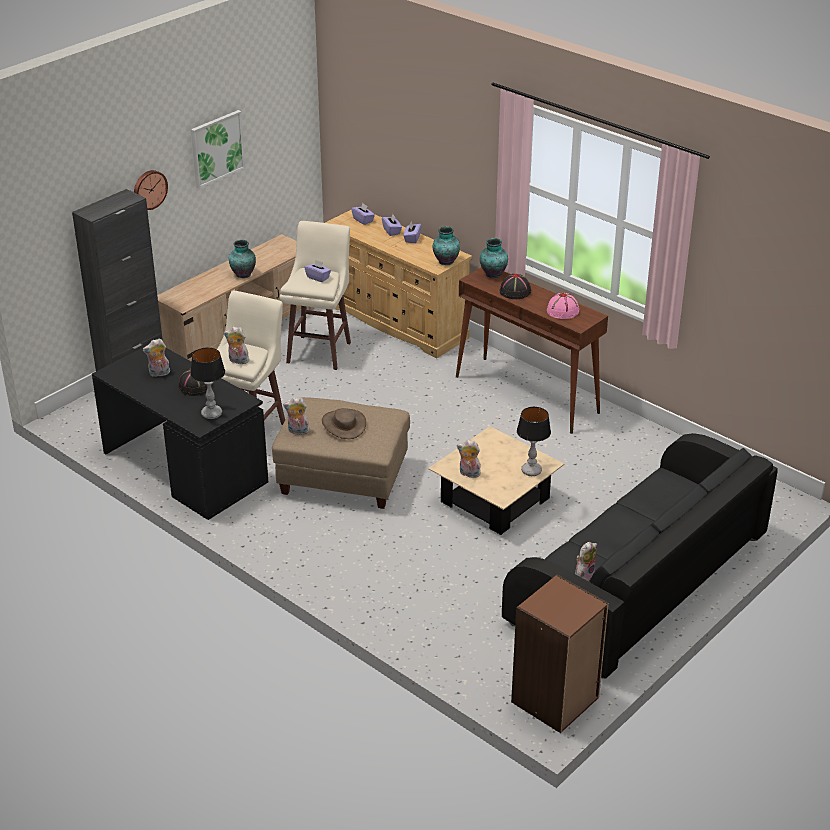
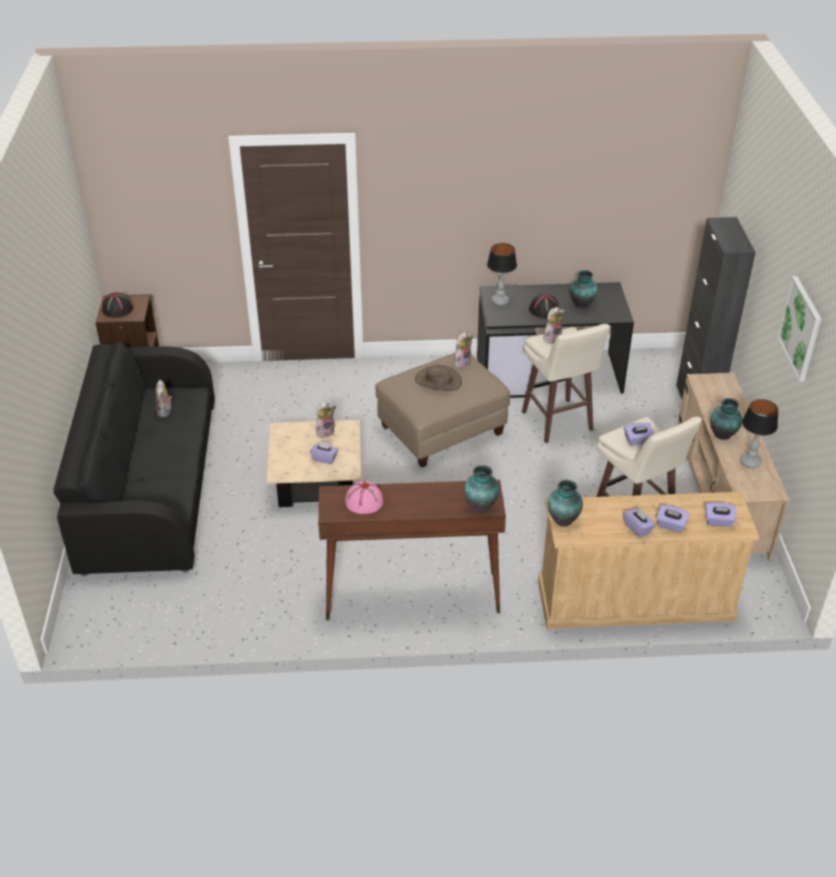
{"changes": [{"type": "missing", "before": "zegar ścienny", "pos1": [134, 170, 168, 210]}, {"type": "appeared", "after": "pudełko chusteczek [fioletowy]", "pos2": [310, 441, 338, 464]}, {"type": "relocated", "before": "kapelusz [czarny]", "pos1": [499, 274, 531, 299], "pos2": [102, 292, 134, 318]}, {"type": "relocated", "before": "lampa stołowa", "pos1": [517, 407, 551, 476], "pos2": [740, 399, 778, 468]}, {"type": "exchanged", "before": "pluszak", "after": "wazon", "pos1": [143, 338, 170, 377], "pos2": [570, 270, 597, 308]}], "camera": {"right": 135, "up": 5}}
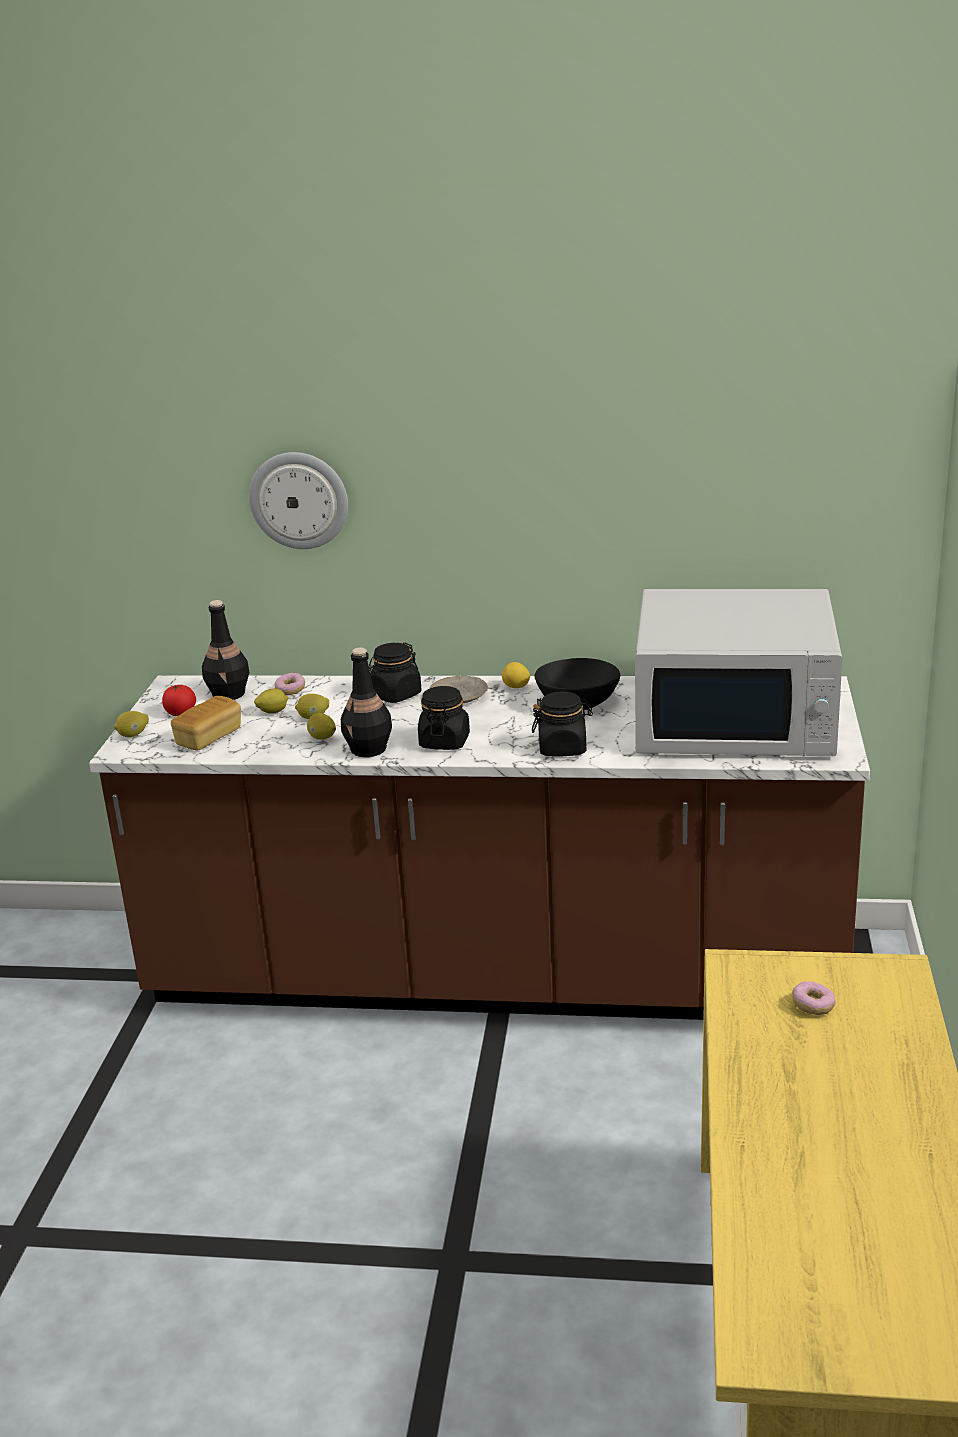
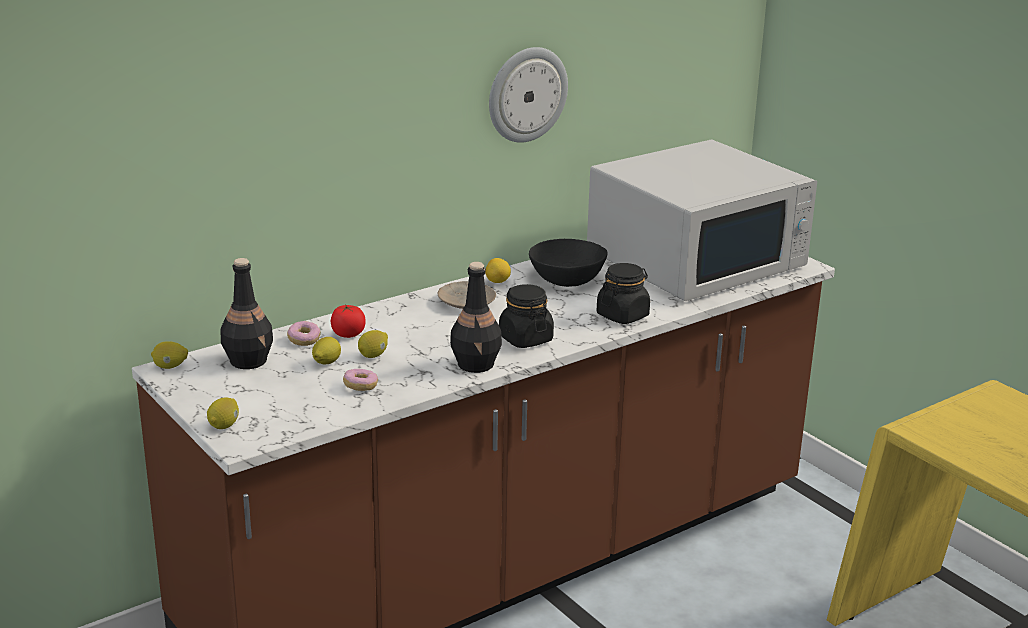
{"changes": [{"type": "missing", "before": "chleb", "pos1": [171, 696, 241, 751]}, {"type": "missing", "before": "słoik [czarny]", "pos1": [369, 643, 421, 703]}, {"type": "relocated", "before": "pomidor", "pos1": [162, 684, 196, 716], "pos2": [331, 305, 366, 338]}, {"type": "relocated", "before": "zegar ścienny", "pos1": [249, 452, 348, 549], "pos2": [489, 47, 568, 143]}, {"type": "relocated", "before": "cytryna", "pos1": [307, 713, 336, 740], "pos2": [151, 341, 188, 369]}, {"type": "relocated", "before": "donut", "pos1": [792, 981, 836, 1015], "pos2": [343, 369, 378, 391]}], "camera": {"right": -45, "up": 0}}
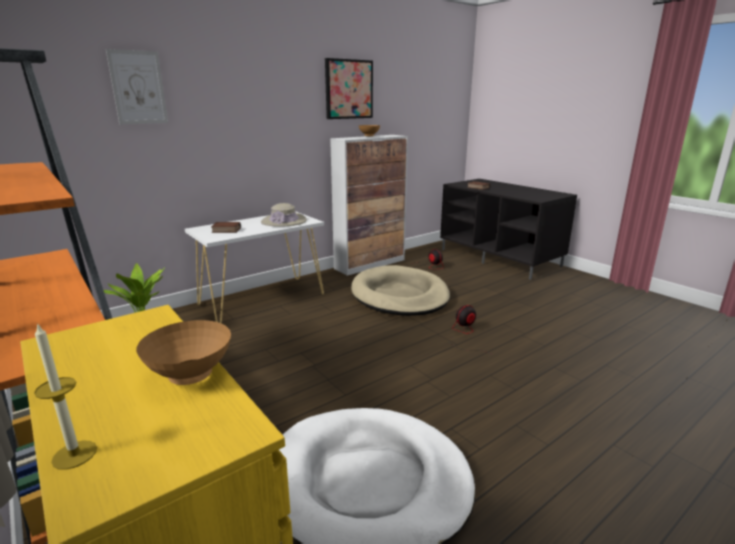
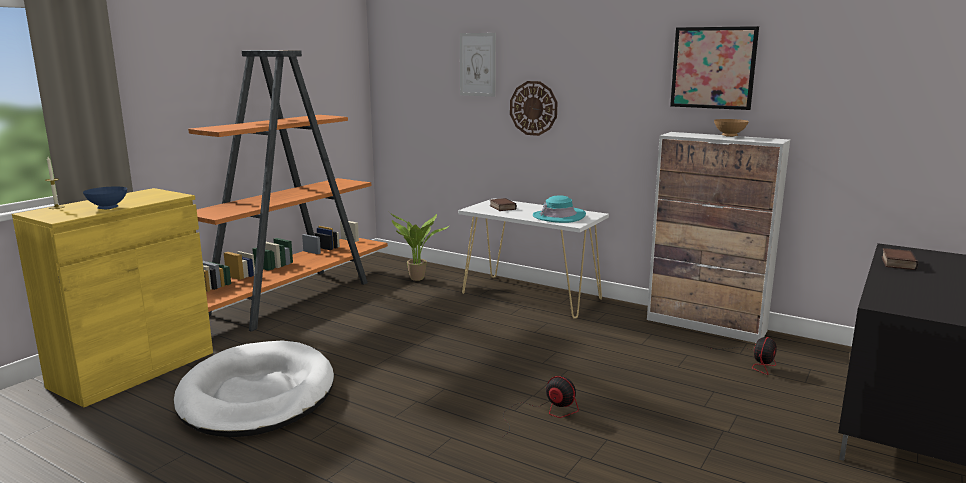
{"changes": [{"type": "missing", "before": "legowisko [beżowy]", "pos1": [351, 265, 450, 316]}, {"type": "appeared", "after": "zegar ścienny", "pos2": [510, 81, 557, 136]}, {"type": "colour", "before": "miska [brązowy]", "after": "miska [niebieski]", "pos1": [136, 320, 231, 385], "pos2": [83, 187, 127, 209]}, {"type": "colour", "before": "kapelusz [beżowy]", "after": "kapelusz [turkusowy]", "pos1": [261, 203, 307, 227], "pos2": [533, 195, 586, 223]}], "camera": {"right": 70, "up": -5}}
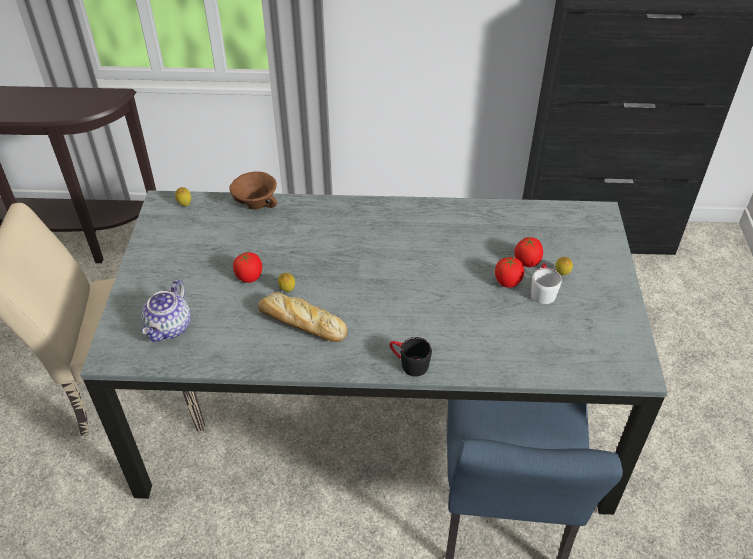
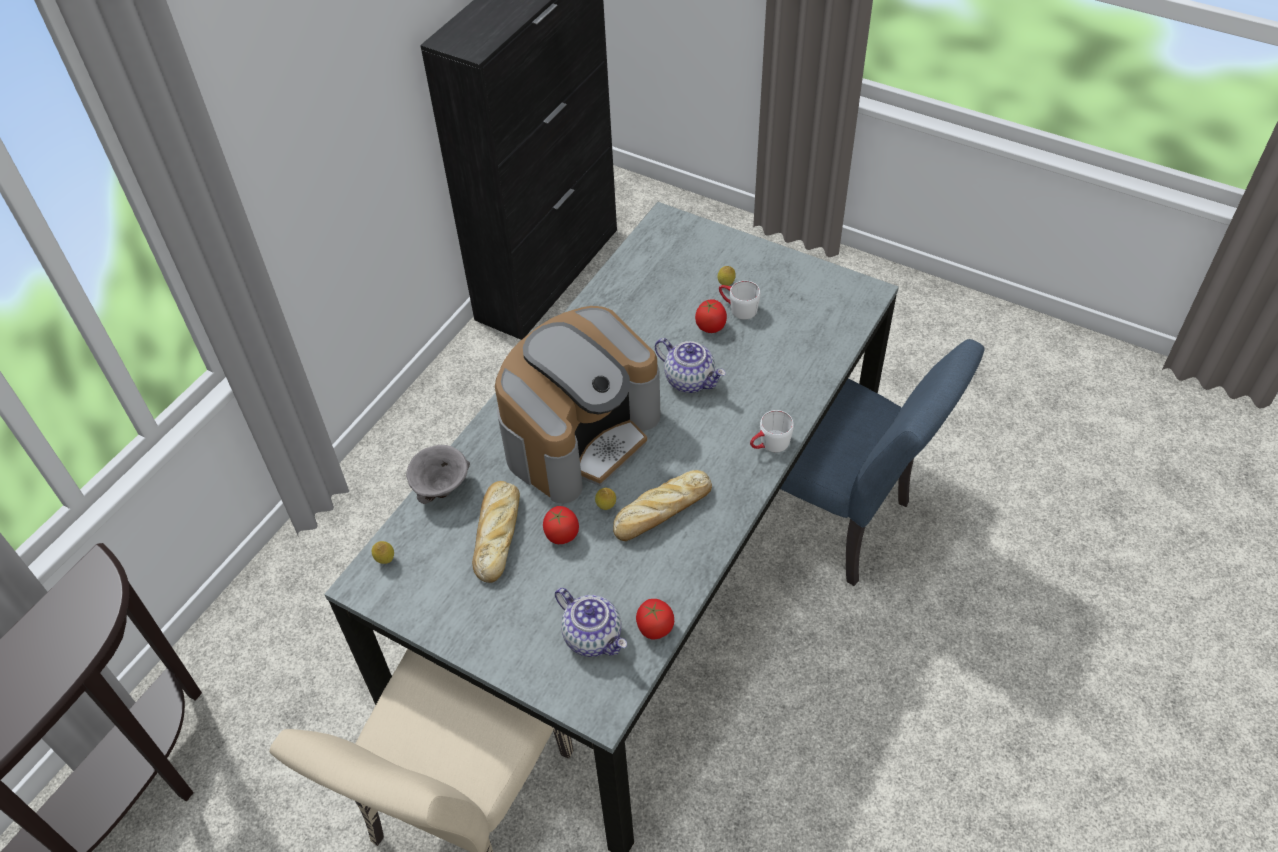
{"changes": [{"type": "appeared", "after": "chleb", "pos2": [472, 481, 520, 583]}, {"type": "appeared", "after": "ekspres do kawy", "pos2": [495, 306, 661, 504]}, {"type": "appeared", "after": "imbryk", "pos2": [655, 338, 726, 393]}, {"type": "relocated", "before": "pomidor", "pos1": [514, 237, 543, 267], "pos2": [636, 599, 674, 639]}, {"type": "colour", "before": "miska [brązowy]", "after": "miska [szary]", "pos1": [229, 171, 277, 209], "pos2": [406, 445, 470, 504]}, {"type": "colour", "before": "kubek [czarny]", "after": "kubek [biały]", "pos1": [389, 337, 432, 377], "pos2": [750, 410, 794, 452]}], "camera": {"right": -60, "up": 5}}
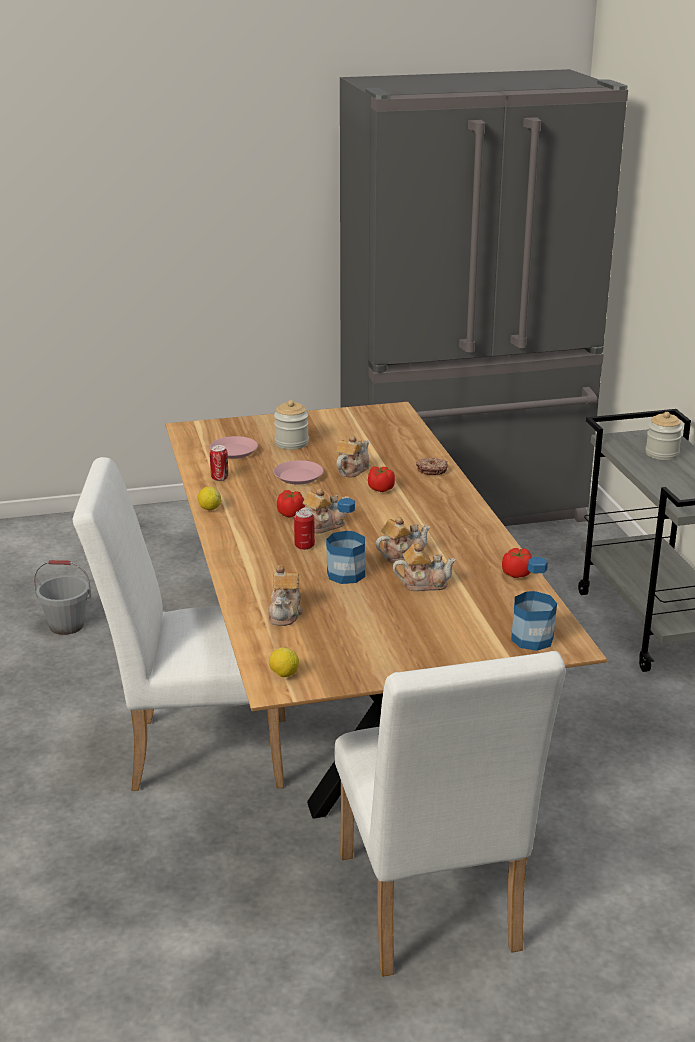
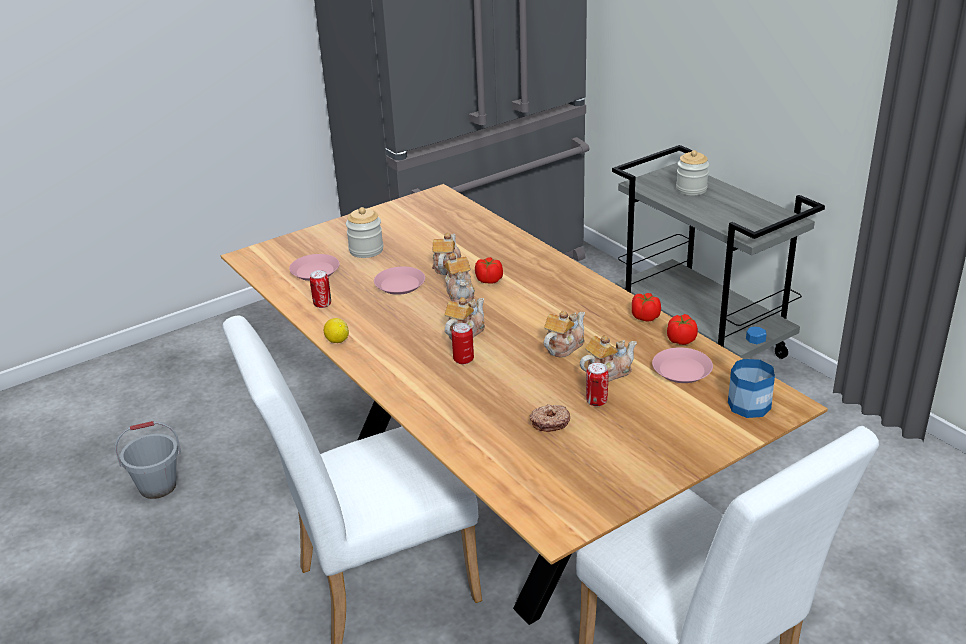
{"changes": [{"type": "missing", "before": "cytryna", "pos1": [269, 648, 299, 677]}, {"type": "missing", "before": "butelka", "pos1": [326, 498, 365, 584]}, {"type": "appeared", "after": "puszka", "pos2": [586, 363, 608, 406]}, {"type": "appeared", "after": "talerz [różowy]", "pos2": [652, 347, 713, 383]}, {"type": "relocated", "before": "imbryk", "pos1": [268, 564, 303, 626], "pos2": [445, 253, 475, 303]}, {"type": "relocated", "before": "pomidor", "pos1": [277, 490, 305, 517], "pos2": [632, 293, 661, 322]}, {"type": "relocated", "before": "donut", "pos1": [416, 457, 448, 475], "pos2": [530, 404, 570, 432]}], "camera": {"right": -20, "up": 5}}
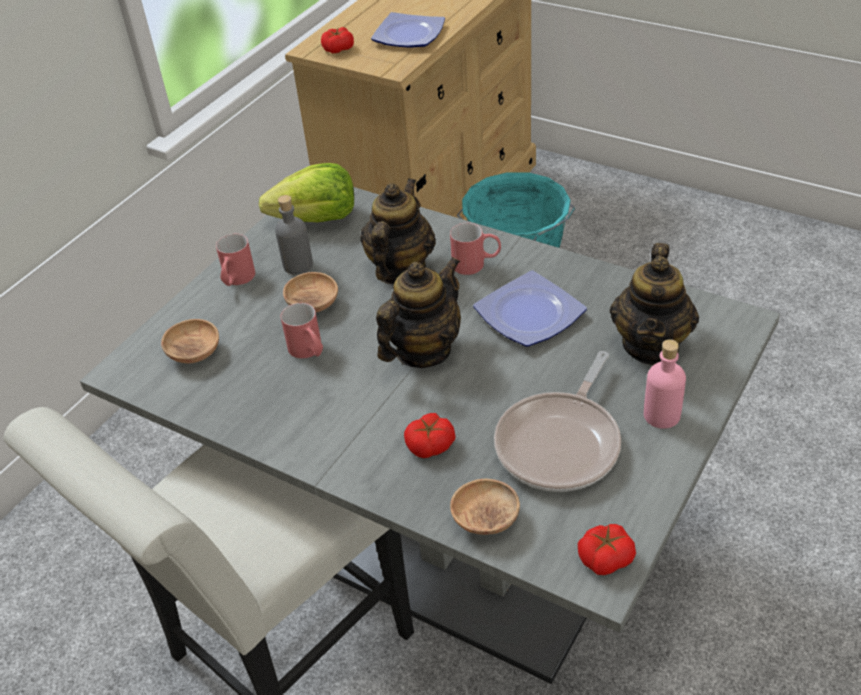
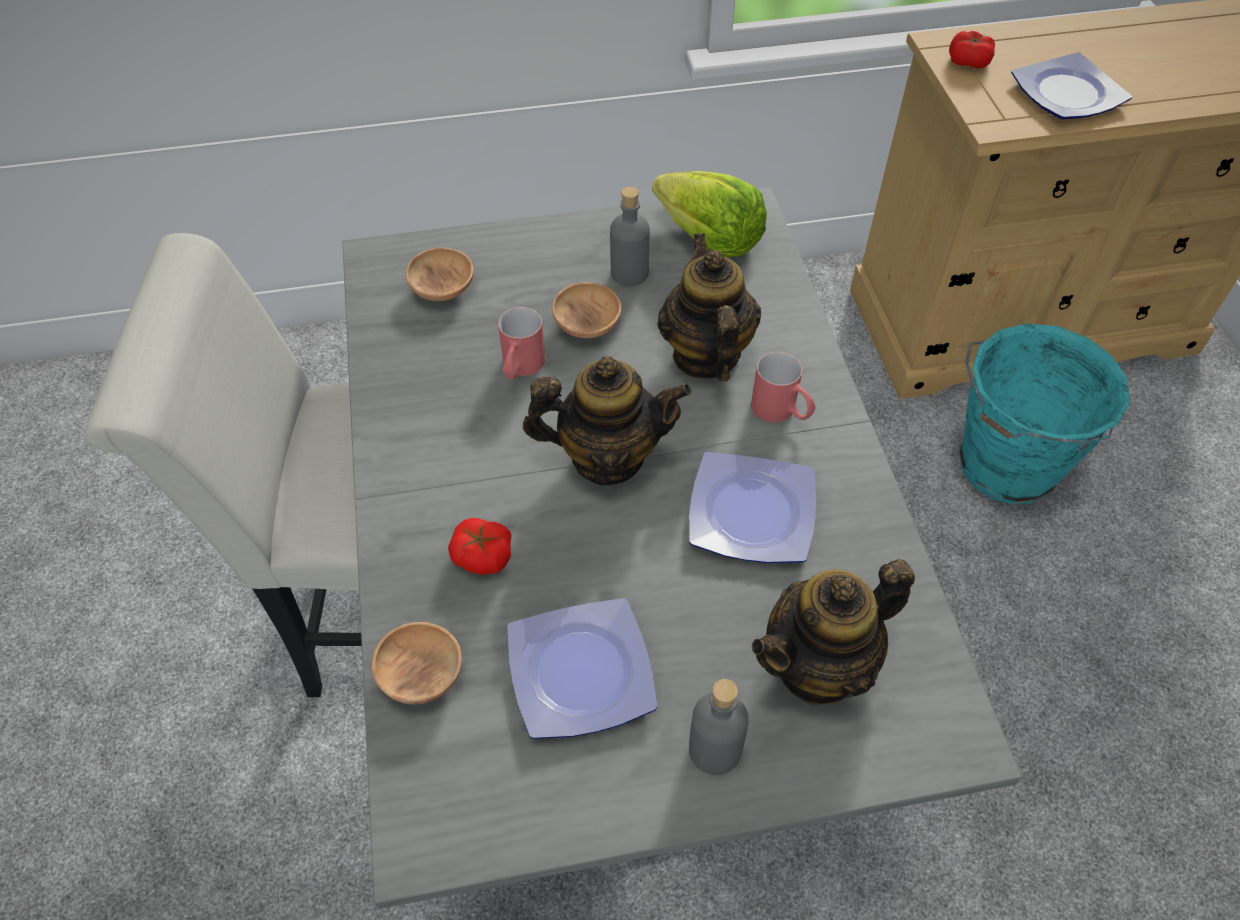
{"changes": [{"type": "missing", "before": "kubek [czerwony]", "pos1": [216, 234, 255, 286]}, {"type": "missing", "before": "pomidor", "pos1": [578, 524, 636, 575]}, {"type": "exchanged", "before": "patelnia", "after": "talerz", "pos1": [494, 351, 621, 492], "pos2": [507, 598, 657, 739]}, {"type": "colour", "before": "butelka [różowy]", "after": "butelka [szary]", "pos1": [644, 339, 686, 429], "pos2": [689, 679, 749, 775]}, {"type": "spun", "before": "imbryk", "pos1": [360, 178, 436, 284], "pos2": [657, 233, 761, 382], "turn": -75}], "camera": {"right": 45, "up": 10}}
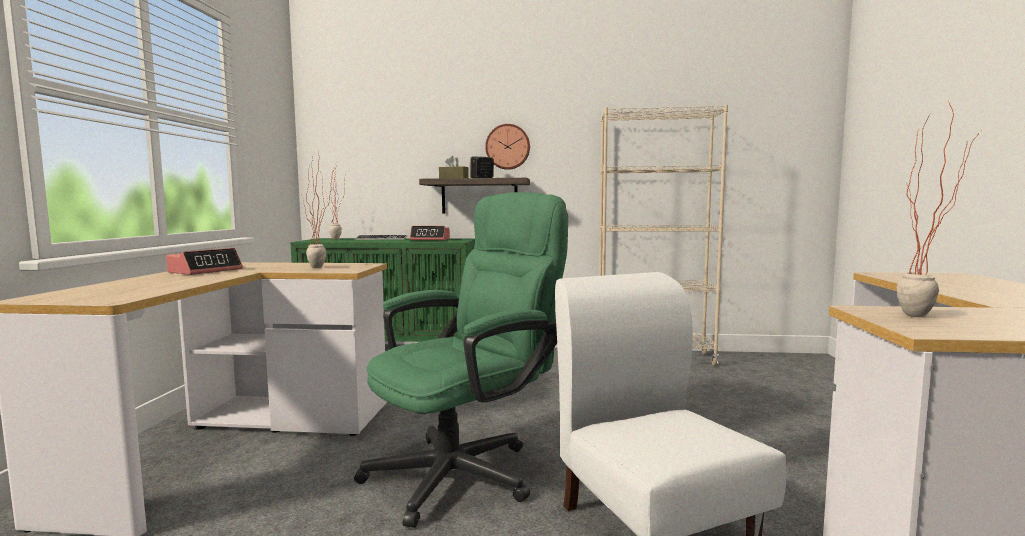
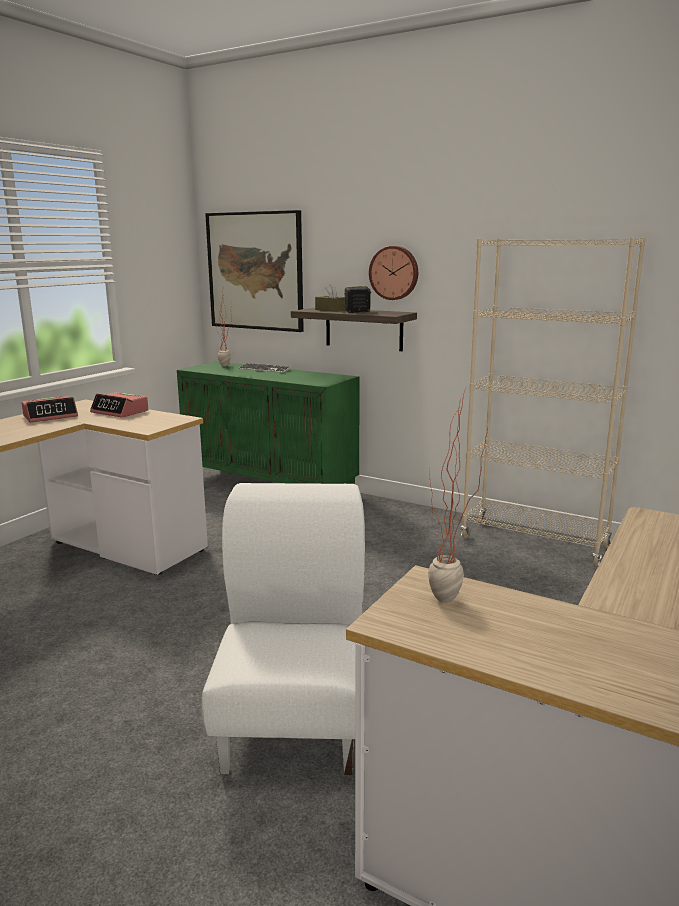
{"changes": [{"type": "missing", "before": "roślina doniczkowa", "pos1": [301, 153, 334, 268]}, {"type": "missing", "before": "krzesło biurowe [zielony]", "pos1": [354, 192, 568, 528]}, {"type": "appeared", "after": "obraz", "pos2": [205, 210, 304, 332]}, {"type": "relocated", "before": "budzik", "pos1": [410, 226, 450, 241], "pos2": [90, 392, 148, 418]}], "camera": {"right": 25, "up": 10}}
